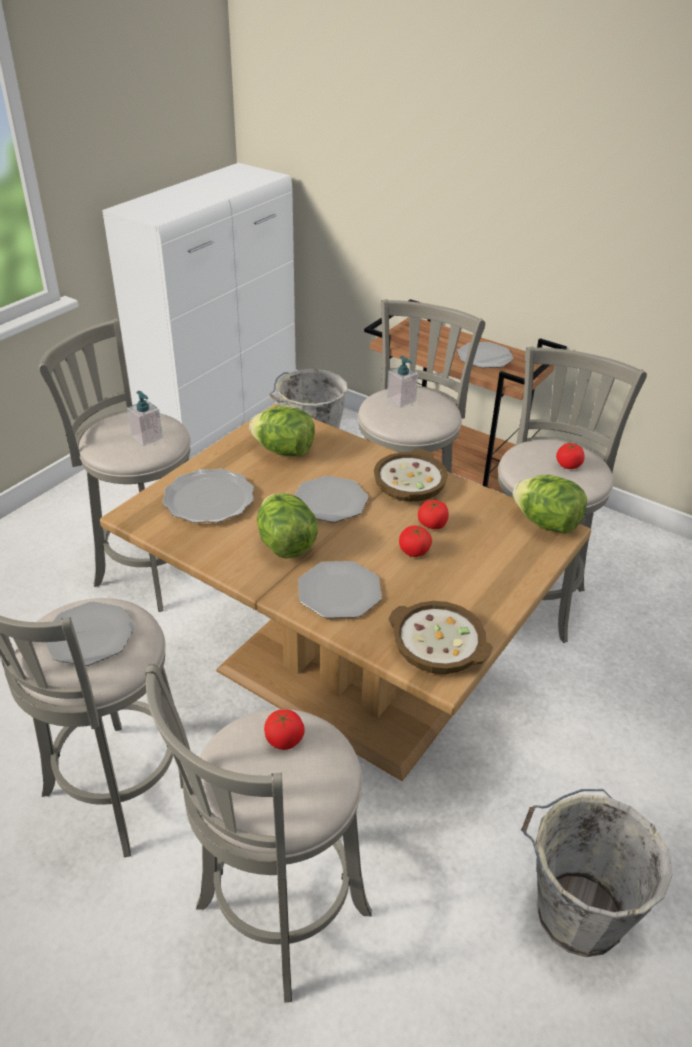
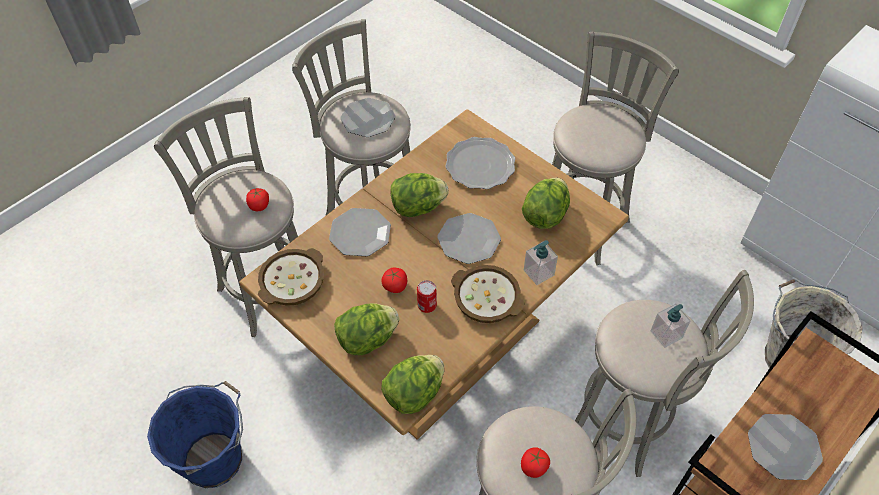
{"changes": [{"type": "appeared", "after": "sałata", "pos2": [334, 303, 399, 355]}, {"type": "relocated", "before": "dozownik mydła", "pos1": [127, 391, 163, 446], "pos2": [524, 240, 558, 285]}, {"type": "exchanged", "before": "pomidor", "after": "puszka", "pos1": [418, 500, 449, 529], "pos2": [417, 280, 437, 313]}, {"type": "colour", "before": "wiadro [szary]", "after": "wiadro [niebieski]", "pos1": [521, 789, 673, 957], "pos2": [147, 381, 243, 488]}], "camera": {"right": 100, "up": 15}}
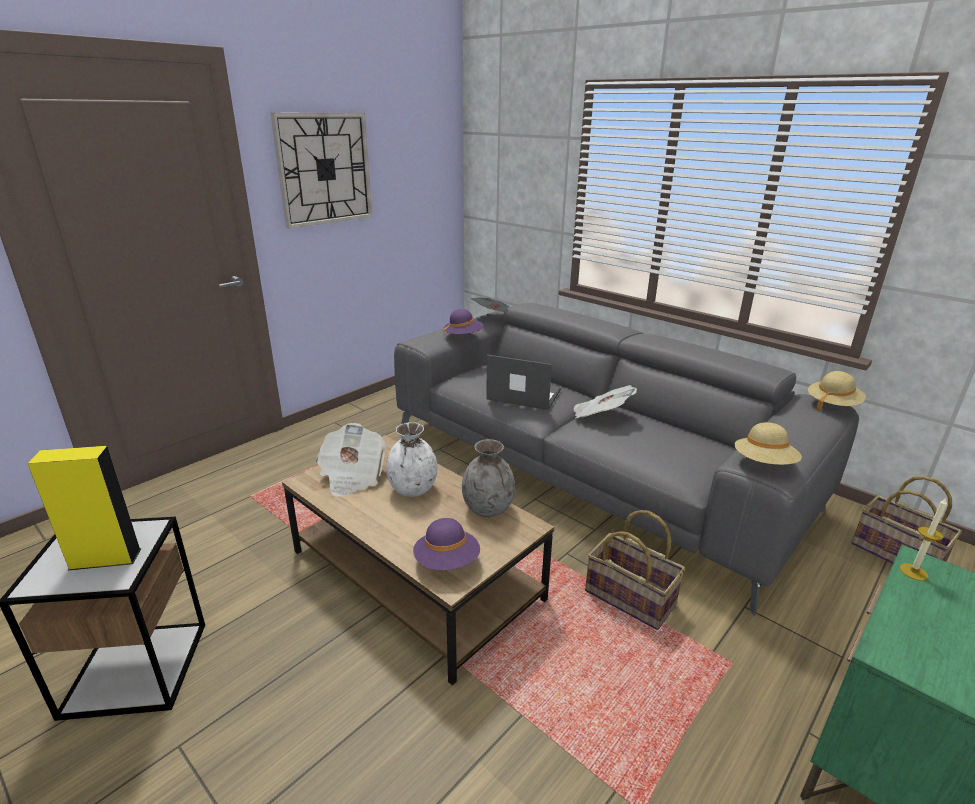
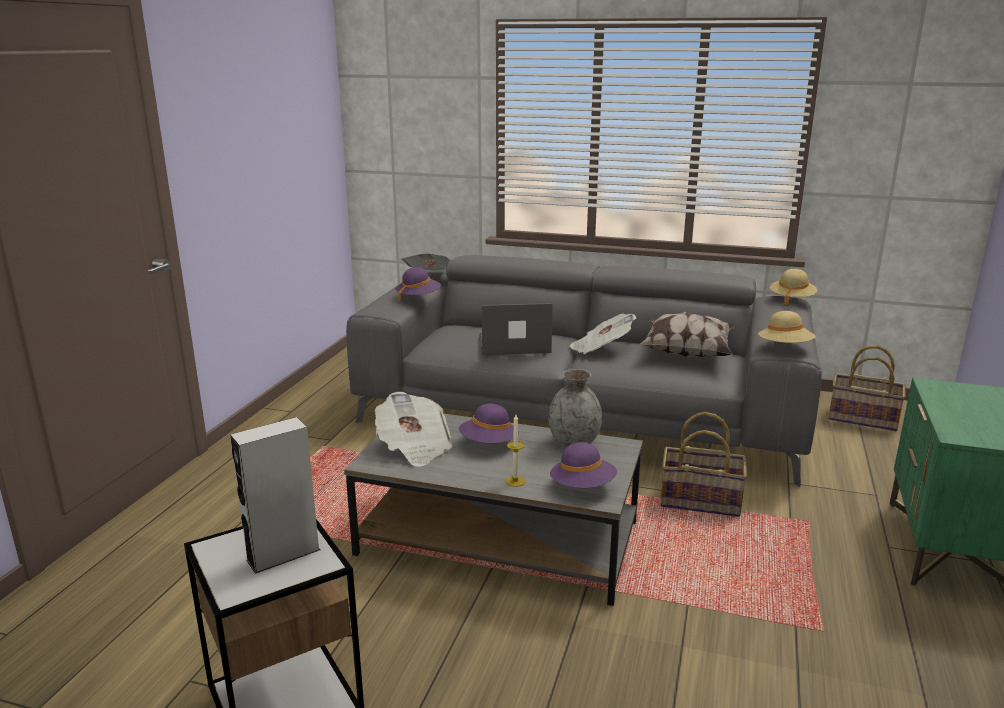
{"changes": [{"type": "missing", "before": "zegar ścienny", "pos1": [271, 113, 372, 229]}, {"type": "appeared", "after": "poduszka", "pos2": [639, 312, 734, 358]}, {"type": "relocated", "before": "świeca", "pos1": [900, 498, 947, 581], "pos2": [506, 414, 525, 487]}, {"type": "exchanged", "before": "wazon [biały]", "after": "kapelusz [fioletowy]", "pos1": [386, 422, 437, 497], "pos2": [459, 403, 519, 443]}, {"type": "colour", "before": "głośnik [żółty]", "after": "głośnik [szary]", "pos1": [27, 446, 141, 571], "pos2": [230, 417, 320, 574]}, {"type": "colour", "before": "ława [brązowy]", "after": "ława [szary]", "pos1": [282, 435, 554, 685], "pos2": [344, 414, 643, 606]}], "camera": {"right": -25, "up": -5}}
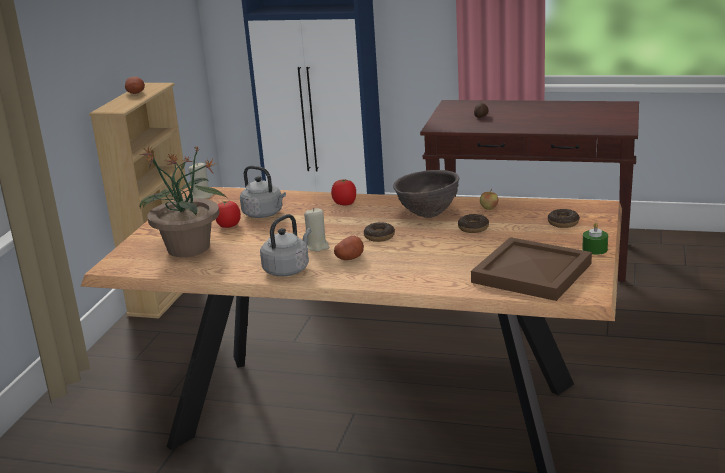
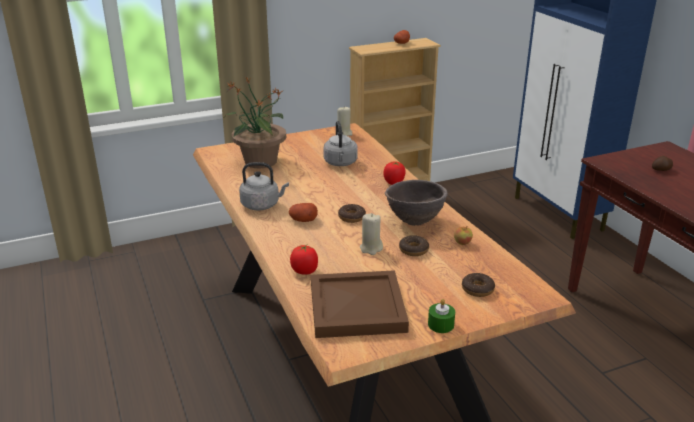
{"changes": [{"type": "relocated", "before": "pomidor", "pos1": [215, 200, 241, 228], "pos2": [290, 245, 318, 275]}, {"type": "relocated", "before": "świeca [beżowy]", "pos1": [304, 208, 329, 252], "pos2": [360, 213, 383, 255]}], "camera": {"right": 50, "up": 5}}
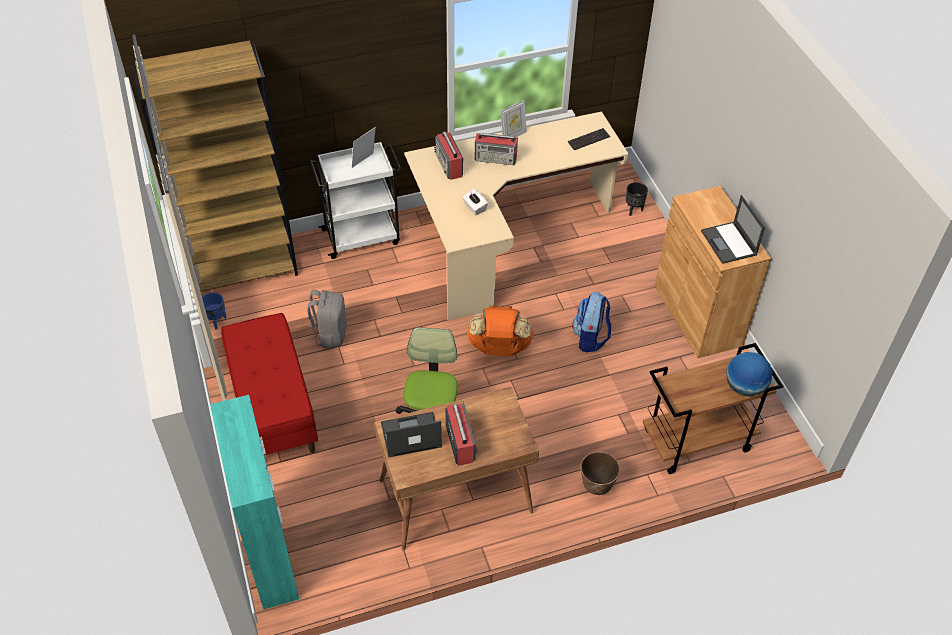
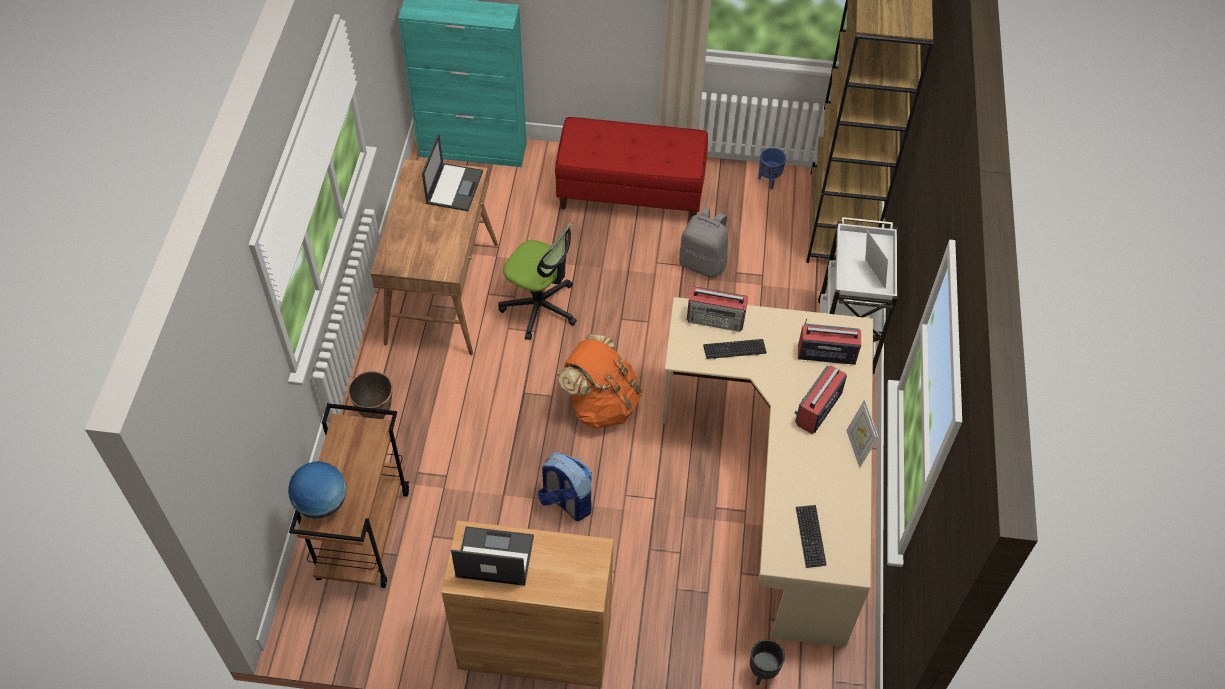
{"changes": [{"type": "relocated", "before": "radio", "pos1": [445, 400, 478, 466], "pos2": [687, 287, 748, 332]}, {"type": "exchanged", "before": "pudełko chusteczek [biały]", "after": "klawiatura", "pos1": [462, 189, 488, 215], "pos2": [703, 339, 767, 359]}], "camera": {"right": 115, "up": 5}}
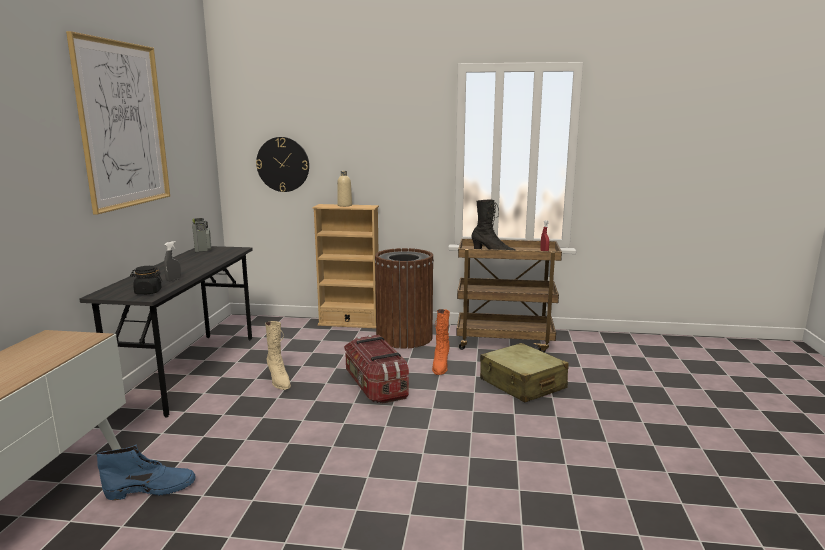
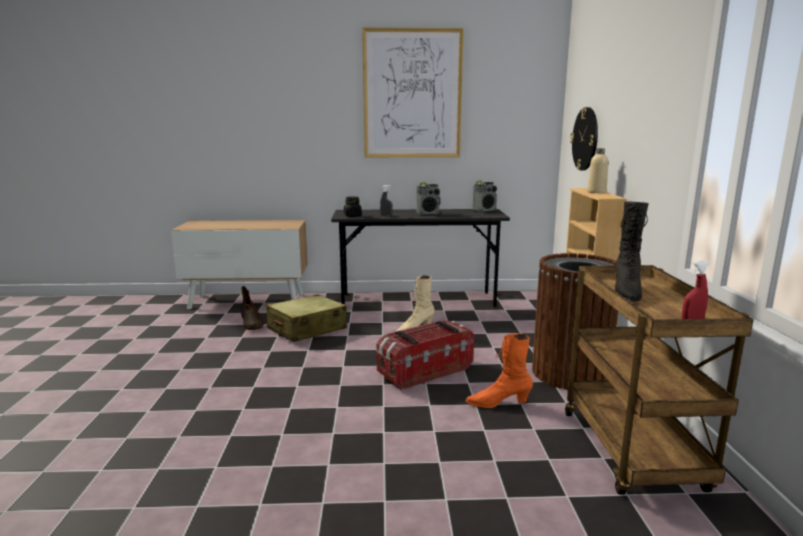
{"changes": [{"type": "appeared", "after": "radio", "pos2": [416, 182, 440, 214]}, {"type": "relocated", "before": "walizka [beżowy]", "pos1": [480, 343, 569, 403], "pos2": [266, 294, 347, 342]}, {"type": "colour", "before": "but z cholewką [niebieski]", "after": "but z cholewką [brązowy]", "pos1": [97, 445, 196, 500], "pos2": [241, 286, 264, 330]}], "camera": {"right": 80, "up": 0}}
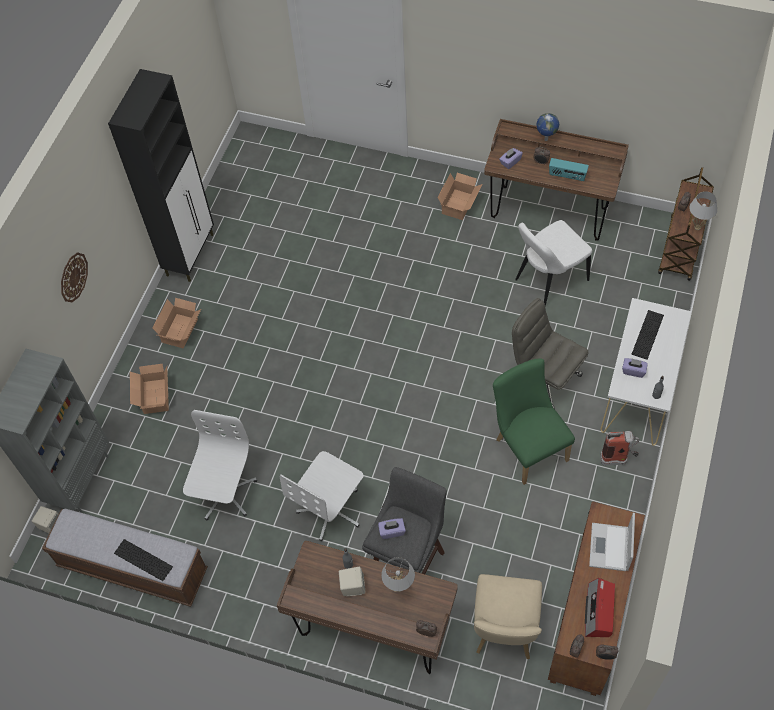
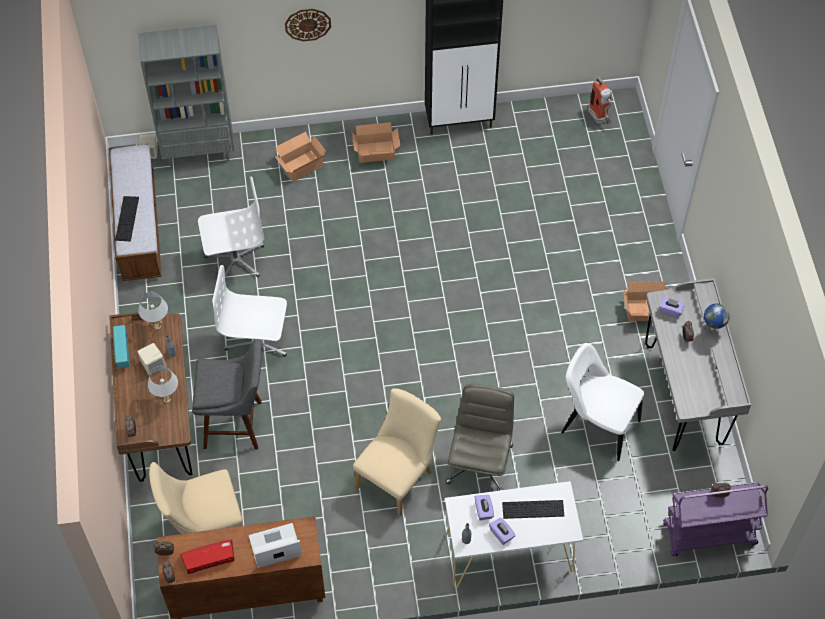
{"changes": [{"type": "relocated", "before": "pudełko chusteczek [fioletowy]", "pos1": [378, 518, 406, 539], "pos2": [489, 518, 516, 545]}, {"type": "relocated", "before": "radio", "pos1": [549, 158, 589, 181], "pos2": [113, 325, 130, 369]}, {"type": "relocated", "before": "gaśnica", "pos1": [600, 431, 639, 465], "pos2": [588, 77, 612, 124]}, {"type": "relocated", "before": "lampa stołowa [biały]", "pos1": [689, 191, 717, 230], "pos2": [138, 292, 168, 330]}, {"type": "colour", "before": "biurko [brązowy]", "after": "biurko [szary]", "pos1": [484, 119, 629, 241], "pos2": [645, 278, 751, 451]}, {"type": "colour", "before": "krzesło [zielony]", "after": "krzesło [beżowy]", "pos1": [493, 358, 575, 485], "pos2": [353, 388, 441, 517]}, {"type": "colour", "before": "wózek [brązowy]", "after": "wózek [fioletowy]", "pos1": [658, 167, 714, 281], "pos2": [663, 482, 768, 556]}], "camera": {"right": 60, "up": 0}}
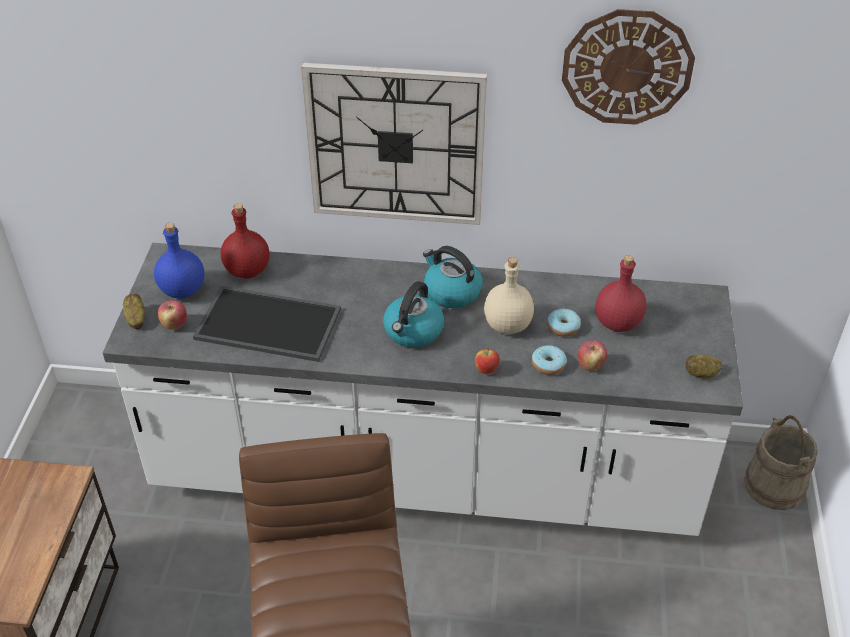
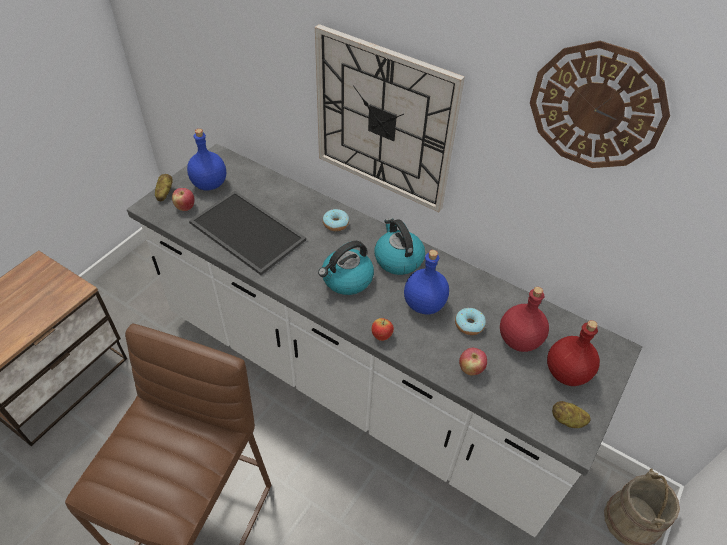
{"changes": [{"type": "relocated", "before": "butelka [czerwony]", "pos1": [221, 203, 270, 279], "pos2": [547, 320, 600, 386]}, {"type": "relocated", "before": "donut", "pos1": [532, 345, 567, 375], "pos2": [323, 209, 349, 231]}, {"type": "colour", "before": "butelka [beżowy]", "after": "butelka [niebieski]", "pos1": [484, 257, 534, 334], "pos2": [404, 250, 449, 314]}], "camera": {"right": 25, "up": 5}}
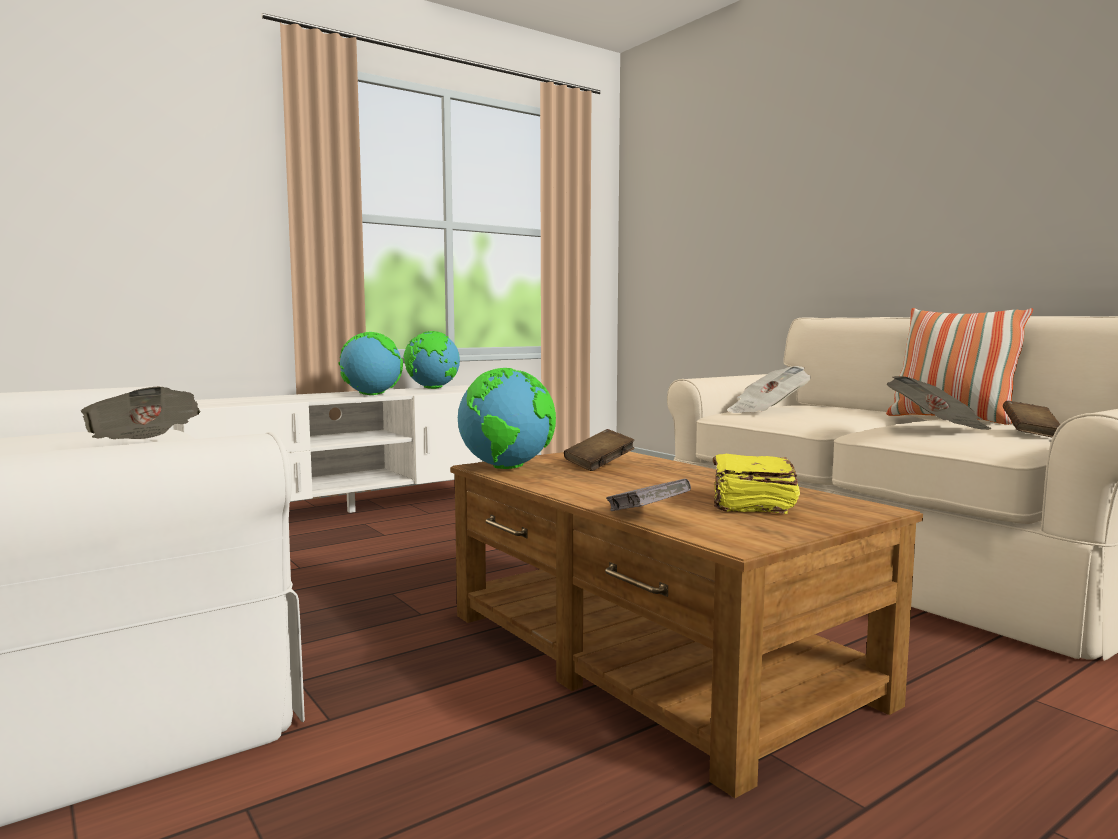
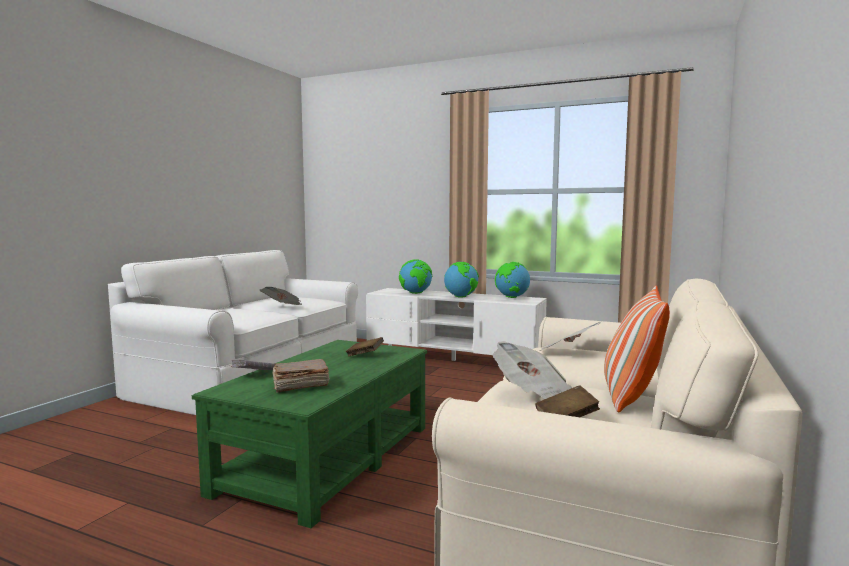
{"changes": [{"type": "relocated", "before": "globus", "pos1": [458, 368, 556, 469], "pos2": [399, 259, 432, 294]}, {"type": "colour", "before": "ława [brązowy]", "after": "ława [zielony]", "pos1": [451, 451, 923, 798], "pos2": [192, 340, 427, 528]}, {"type": "colour", "before": "książka [żółty]", "after": "książka [brązowy]", "pos1": [713, 454, 800, 514], "pos2": [272, 359, 329, 393]}], "camera": {"right": 60, "up": 0}}
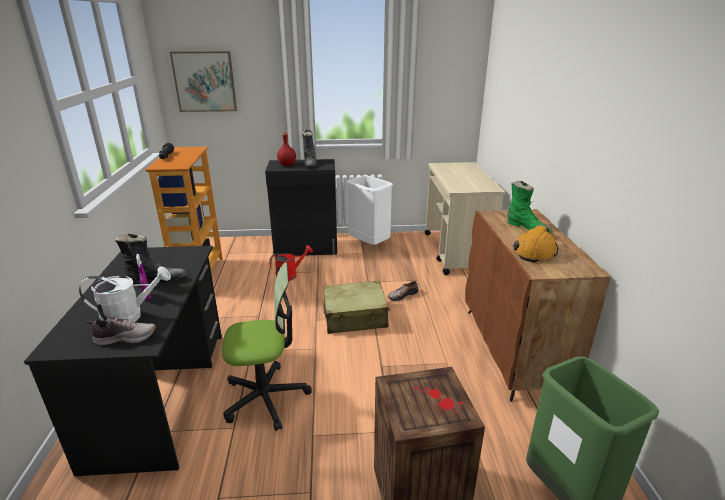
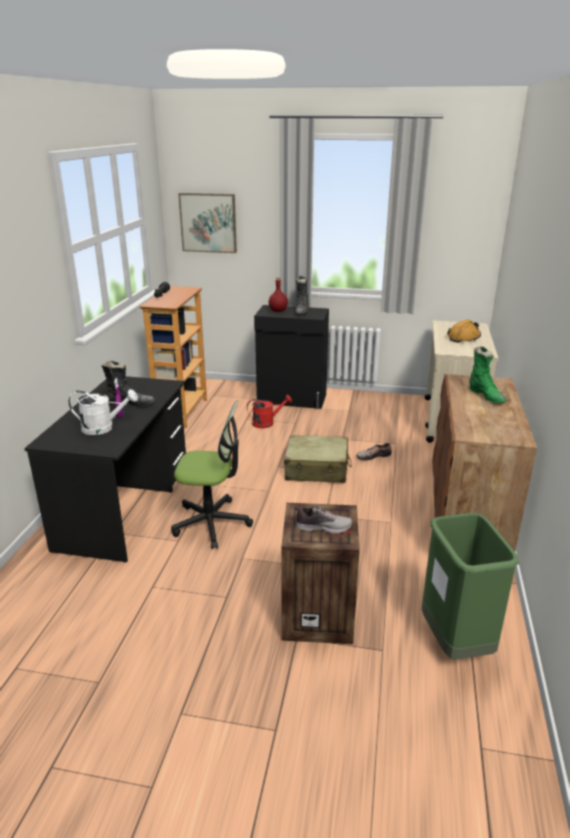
{"changes": [{"type": "missing", "before": "kosz na śmieci [biały]", "pos1": [346, 175, 393, 245]}, {"type": "relocated", "before": "but", "pos1": [86, 316, 156, 345], "pos2": [294, 506, 353, 534]}, {"type": "relocated", "before": "kask [pomarańczowy]", "pos1": [513, 226, 558, 262], "pos2": [447, 319, 481, 343]}], "camera": {"right": 15, "up": 0}}
